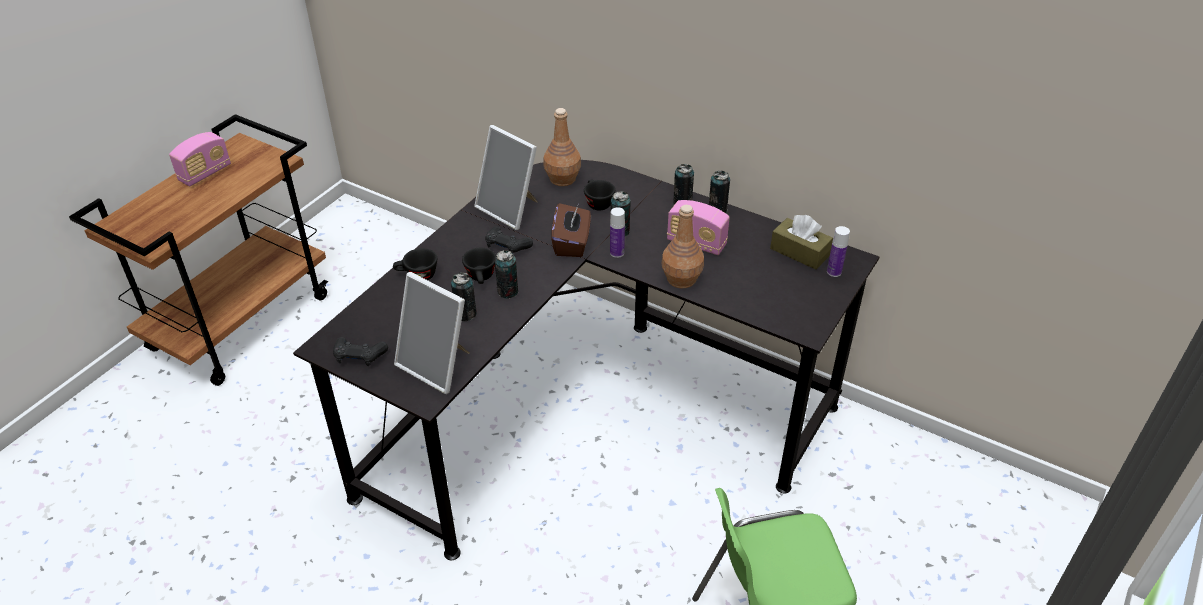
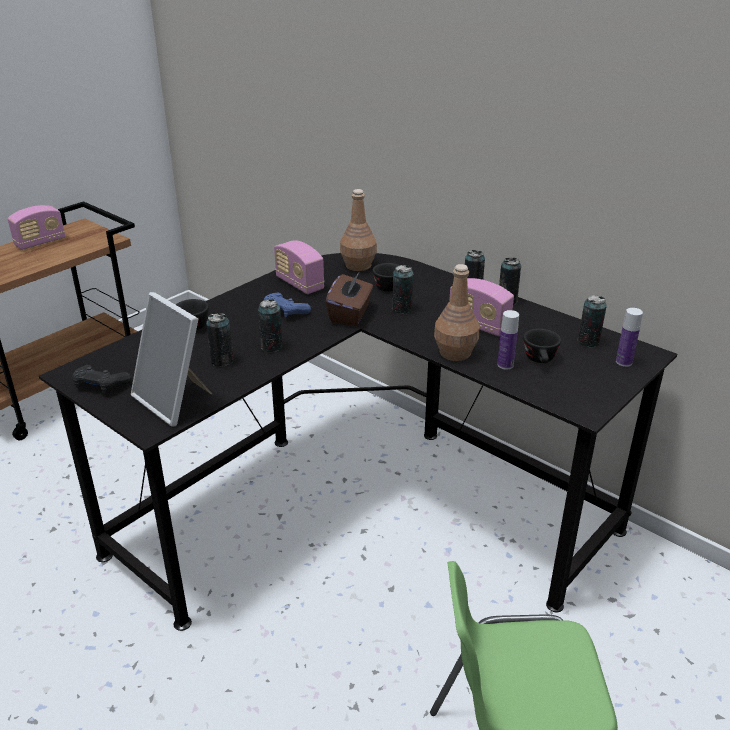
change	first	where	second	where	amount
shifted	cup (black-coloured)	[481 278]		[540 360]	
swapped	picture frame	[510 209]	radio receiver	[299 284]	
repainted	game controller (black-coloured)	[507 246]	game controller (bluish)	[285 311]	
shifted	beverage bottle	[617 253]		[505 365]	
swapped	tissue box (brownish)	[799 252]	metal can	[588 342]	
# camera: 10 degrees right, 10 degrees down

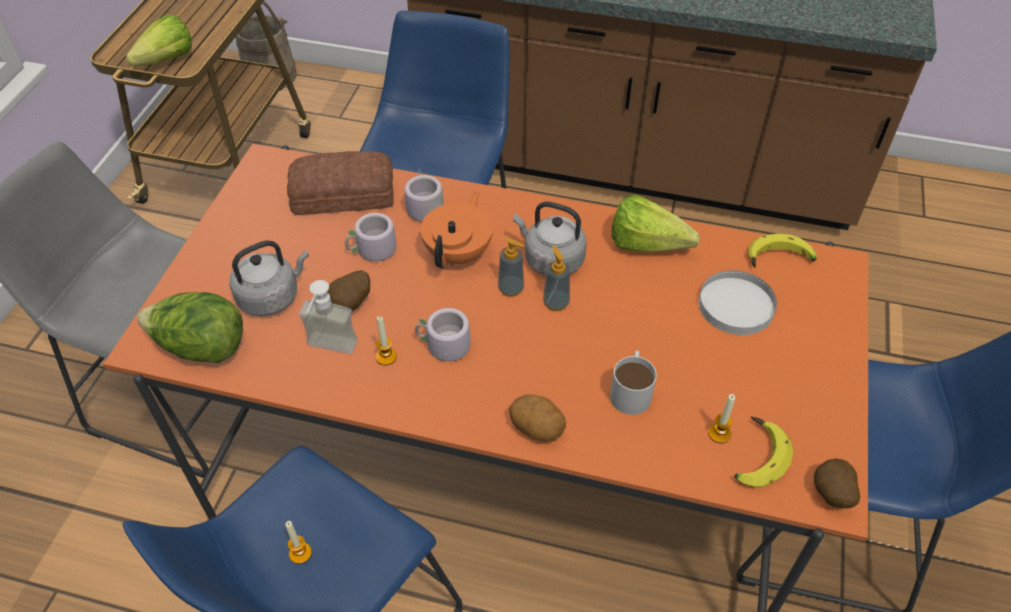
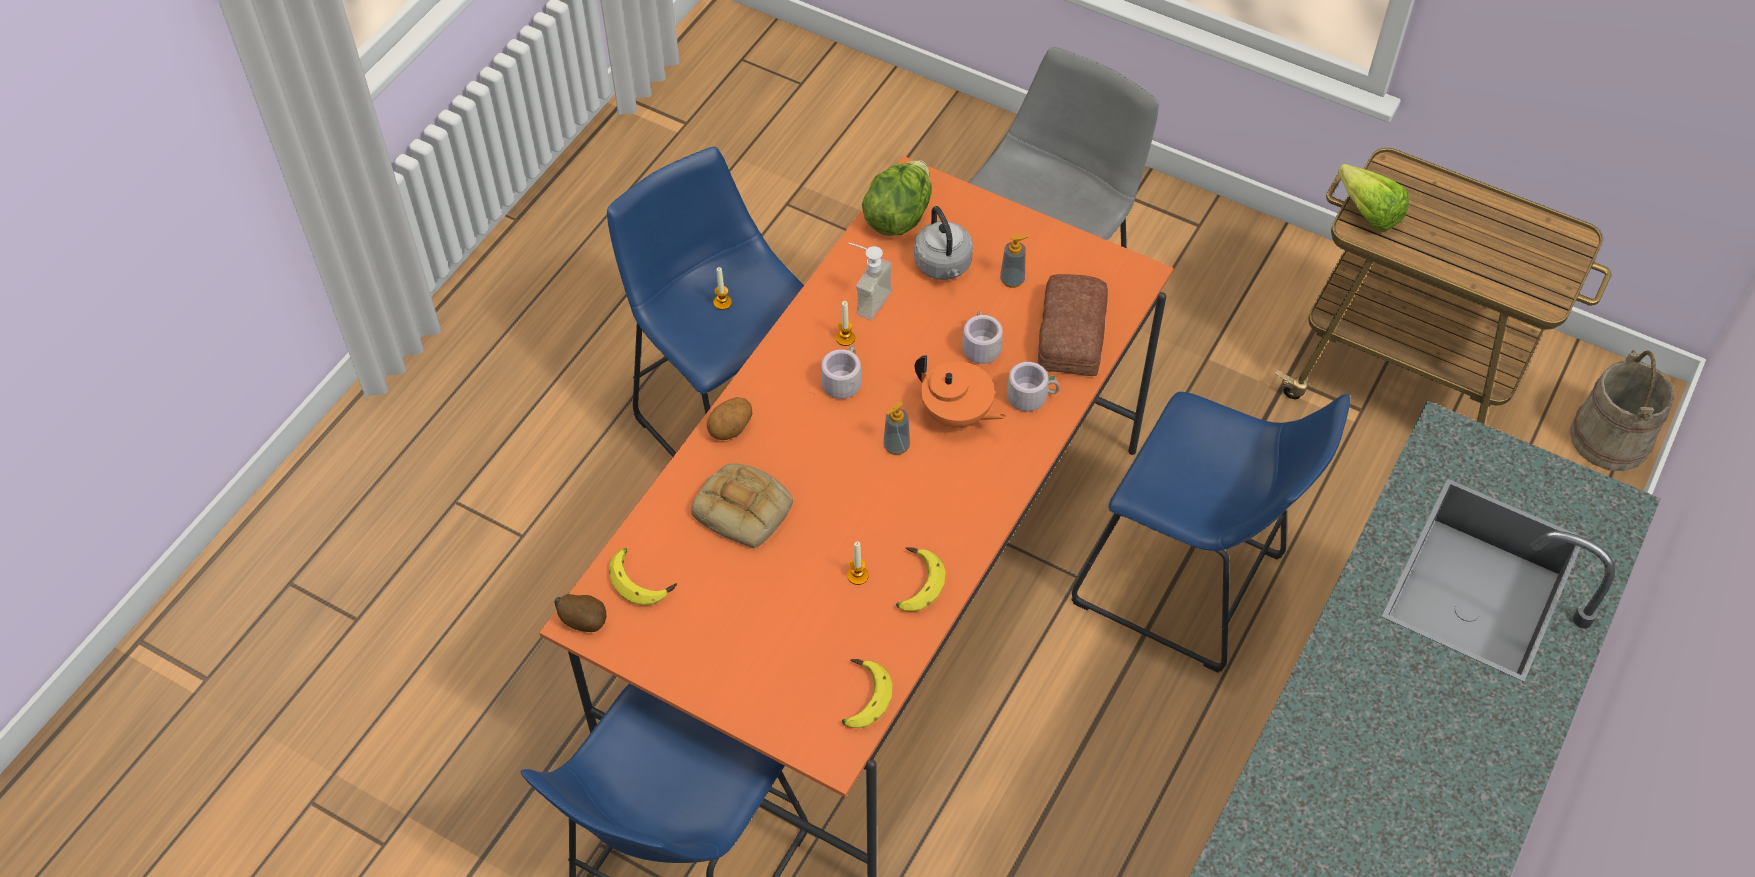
change	first	where	second	where	amount
gone	spud	[352 304]			
gone	water kettle (greyish)	[550 259]			
shifted	soap dispenser	[556 303]		[1012 280]	
swapped	mug (white)	[631 390]	bakery bread	[745 509]	
swapped	lettuce head	[653 248]	whole banana	[914 583]	
gone	flat dish (white)	[736 305]			
shifted	candle	[719 433]		[857 575]	
# camera: 105 degrees right, 5 degrees up

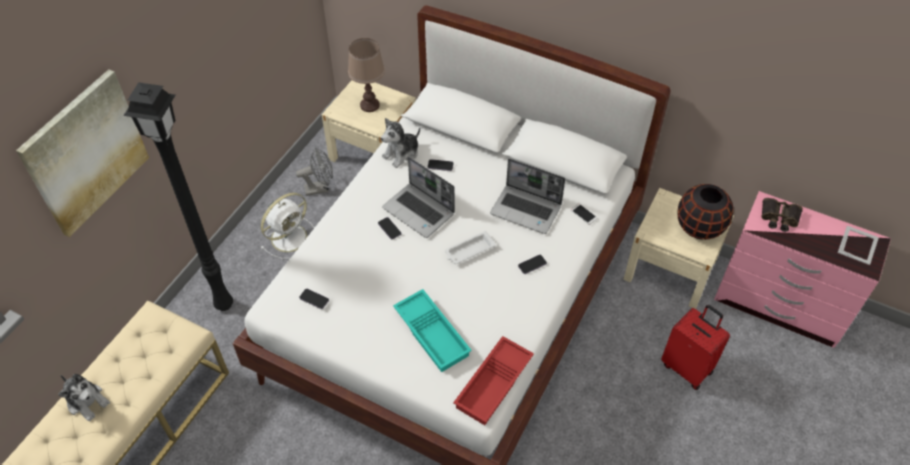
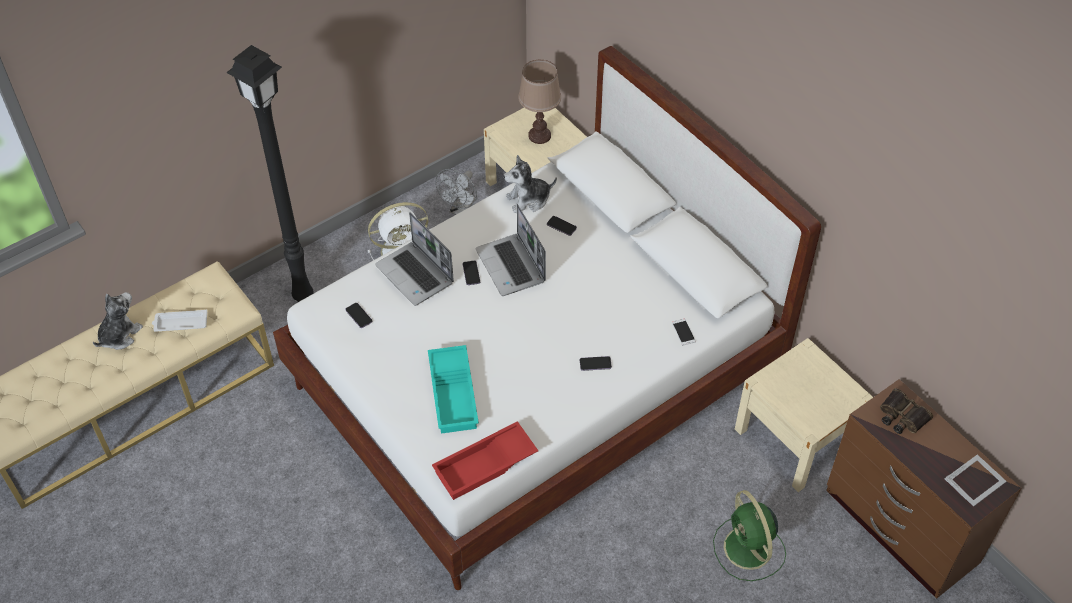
change	first	where	second	where	amount
gone	wall picture	[85 153]			
rotated	plush toy	[87 401]		[119 335]	120 degrees counterclockwise
rotated	cooling fan (greyish)	[320 188]		[460 210]	105 degrees clockwise
shifted	carrying tray (white)	[469 250]		[180 323]	
shifted	laptop	[526 210]		[416 275]	
swapped	piece of luggage (red)	[687 367]	cooling fan (green-coloured)	[748 550]	
gone	vase (black-coloured)	[699 227]			
repainted	chest of drawers (pink-coloured)	[779 306]	chest of drawers (brownish)	[900 528]	
# camera: 25 degrees right, 0 degrees up

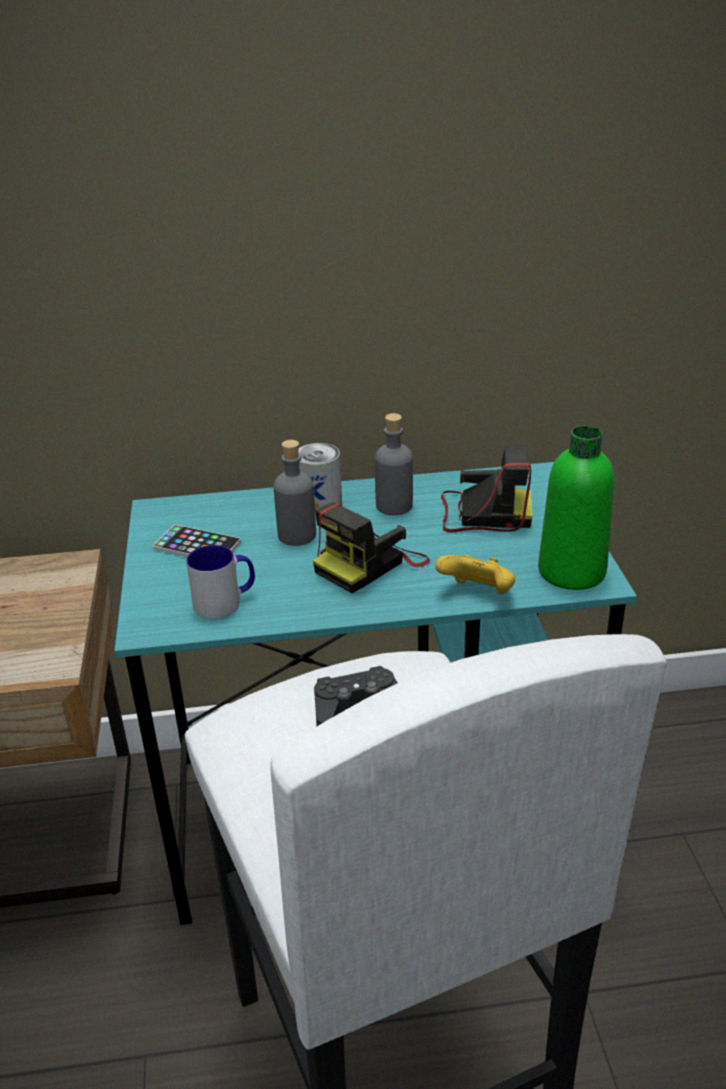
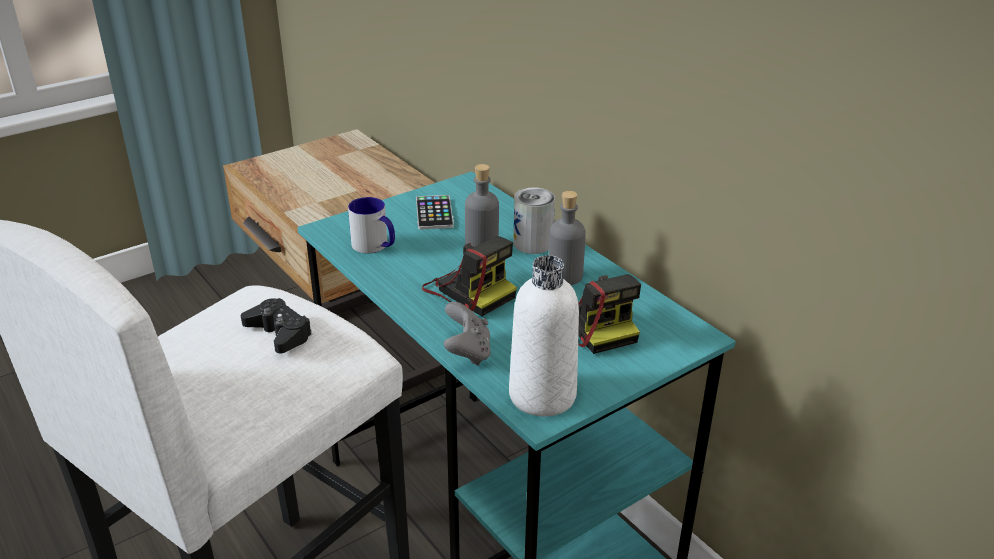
change	first	where	second	where	amount
rotated	photo camera	[370 564]		[469 290]	150 degrees counterclockwise
repainted	game controller (yellow-coloured)	[478 594]	game controller (greyish)	[467 352]	
repainted	beverage bottle (green-coloured)	[571 572]	beverage bottle (white)	[542 395]	
# camera: 60 degrees right, 0 degrees up

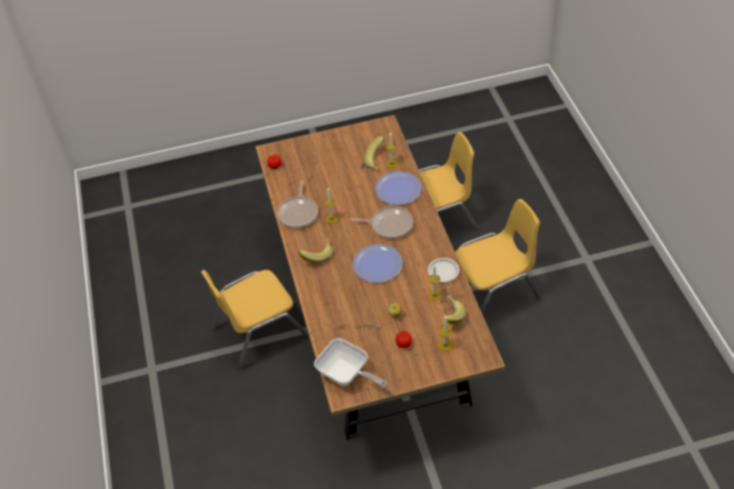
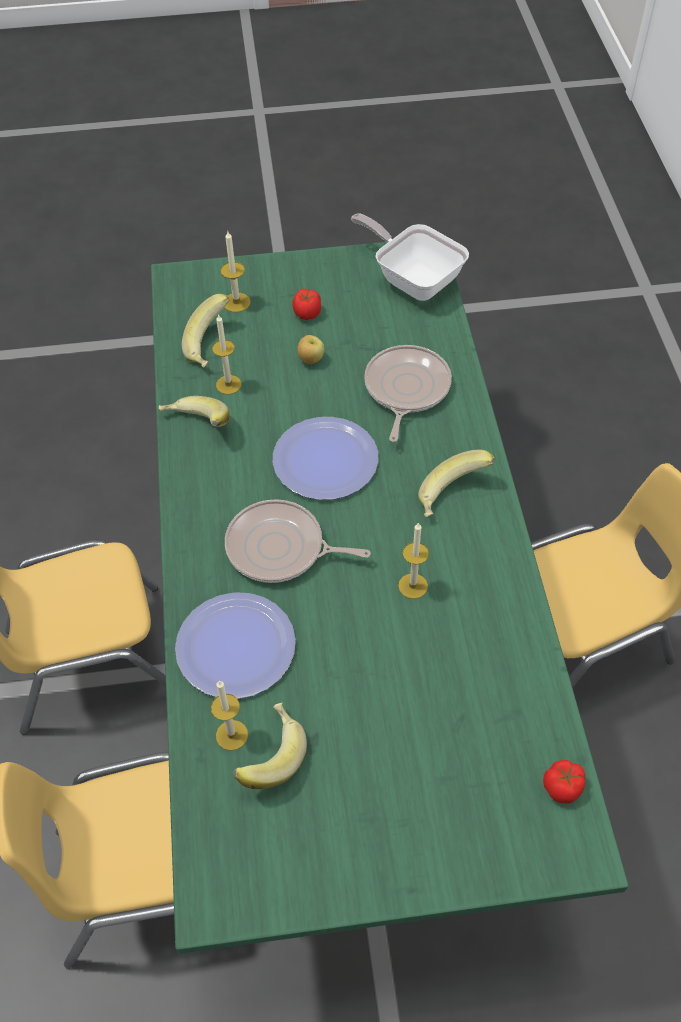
change	first	where	second	where	amount
repainted	kitchen table (brownish)	[372 316]	kitchen table (green-coloured)	[344 641]	
shifted	frying pan	[299 213]		[405 389]	
swapped	flat dish (white)	[443 271]	whole banana	[195 427]	
# camera: 175 degrees left, 5 degrees up

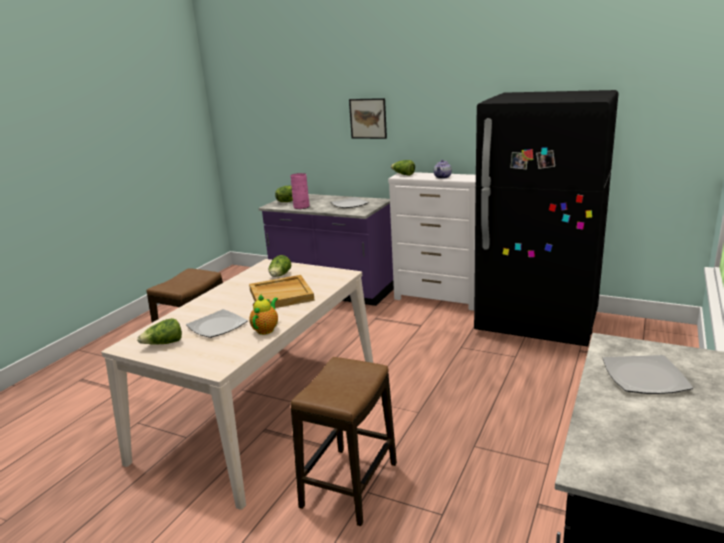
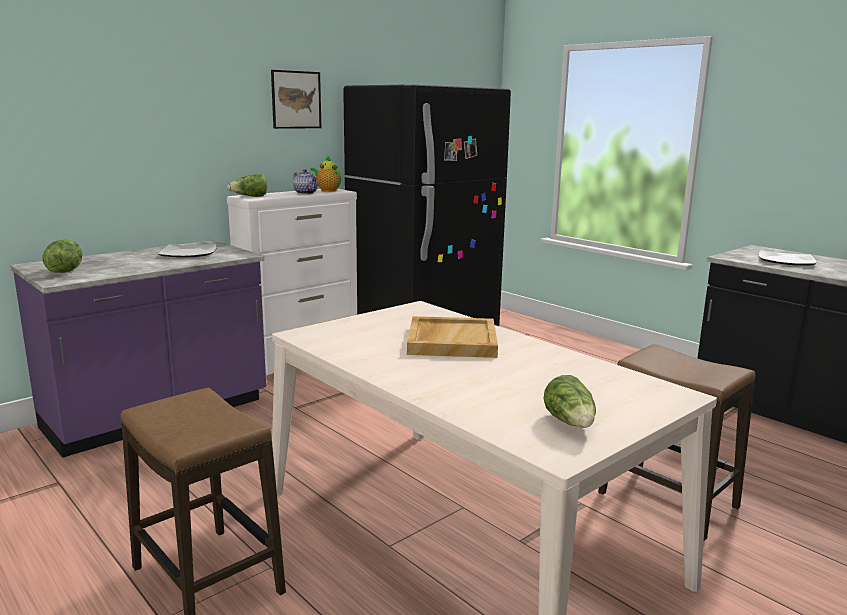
change	first	where	second	where	amount
gone	flat dish	[217 326]			
shifted	tea pot	[266 329]		[327 190]	
gone	lettuce head	[280 276]			
gone	vase (pink-coloured)	[301 207]			
shifted	wall picture	[368 118]		[296 99]	
# camera: 70 degrees left, 5 degrees down

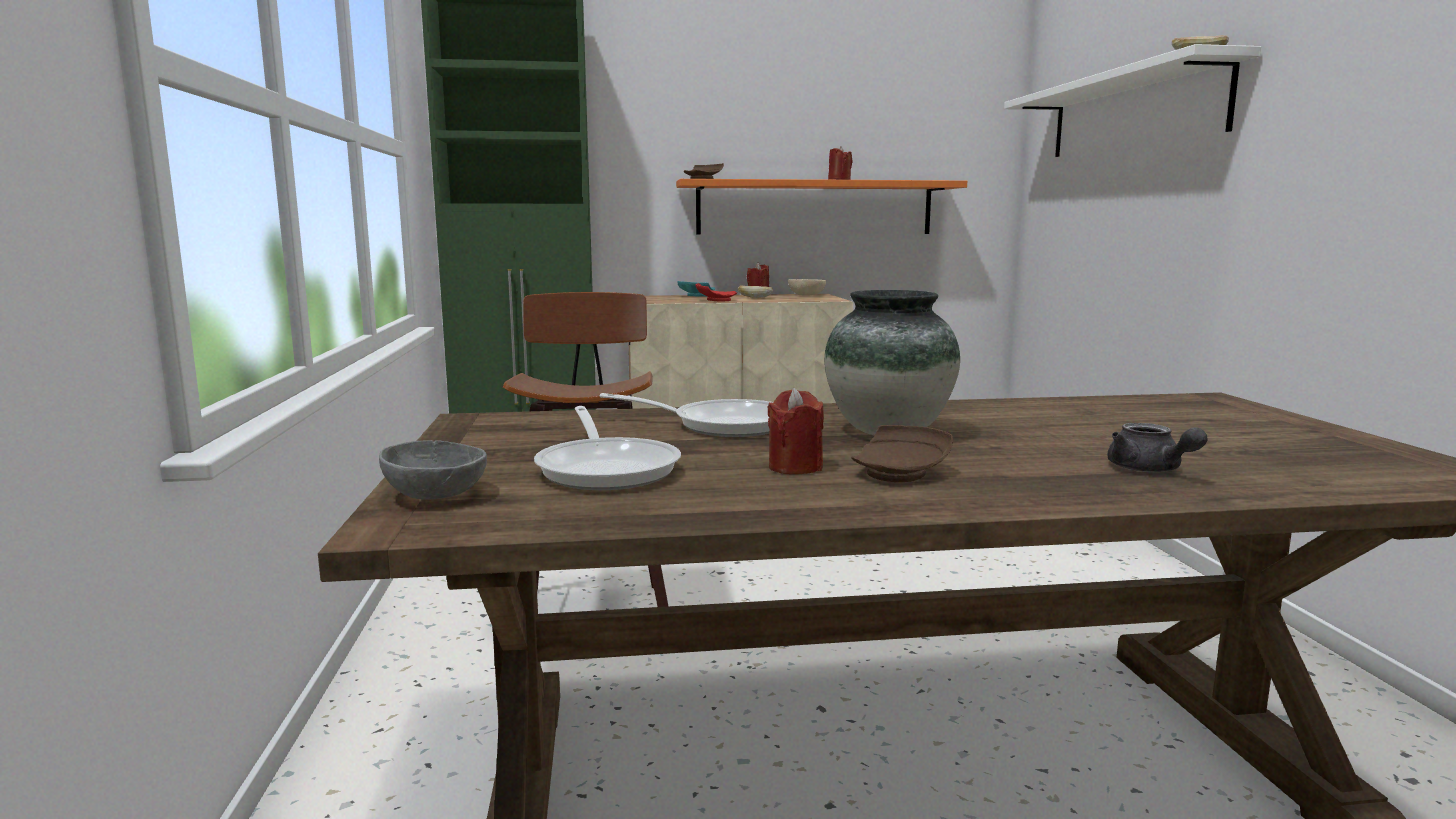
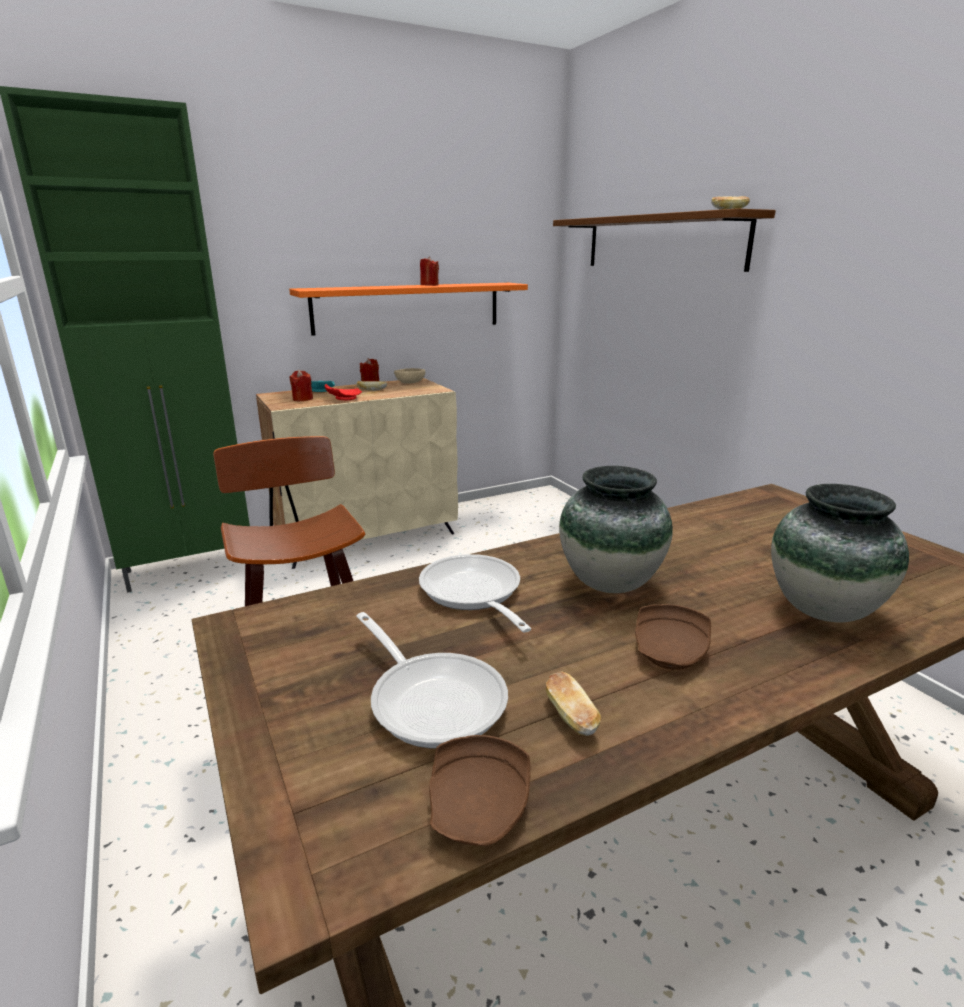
change	first	where	second	where	amount
gone	deep dish (greyish)	[438 495]			
rotated	frying pan	[722 424]		[473 594]	105 degrees counterclockwise
shifted	flat dish (brownish)	[703 179]		[479 808]	
shifted	candle (red)	[795 467]		[302 399]	
repainted	bracket shelf (white)	[1133 113]	bracket shelf (brownish)	[661 242]	
swapped	tea pot (greyish)	[1149 470]	vase	[824 610]	
new			bakery bread	[571 717]	
# camera: 20 degrees left, 10 degrees up

